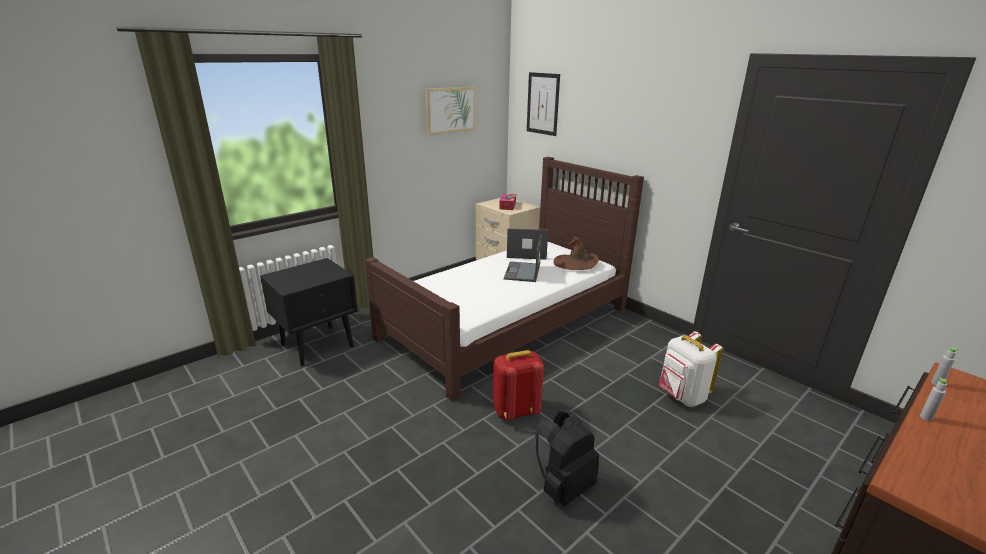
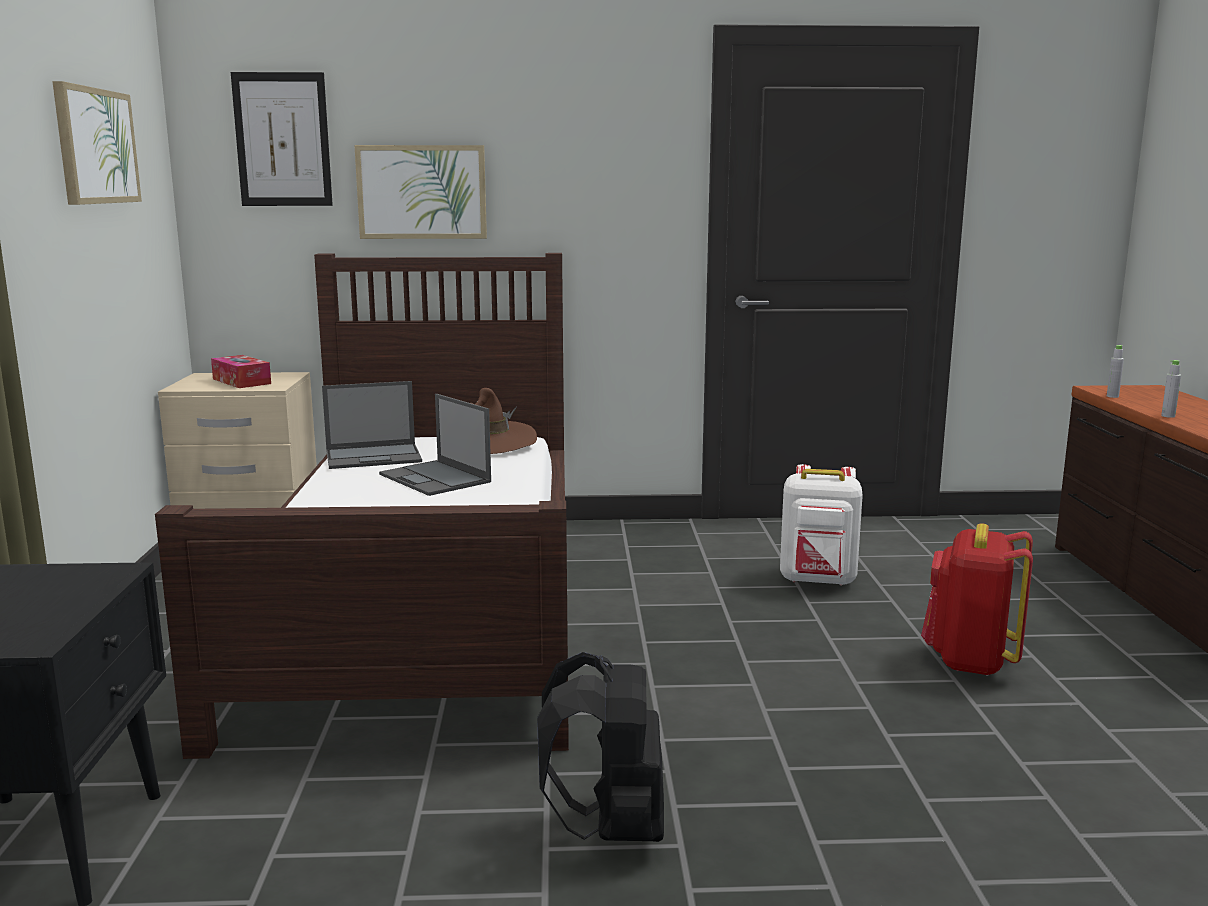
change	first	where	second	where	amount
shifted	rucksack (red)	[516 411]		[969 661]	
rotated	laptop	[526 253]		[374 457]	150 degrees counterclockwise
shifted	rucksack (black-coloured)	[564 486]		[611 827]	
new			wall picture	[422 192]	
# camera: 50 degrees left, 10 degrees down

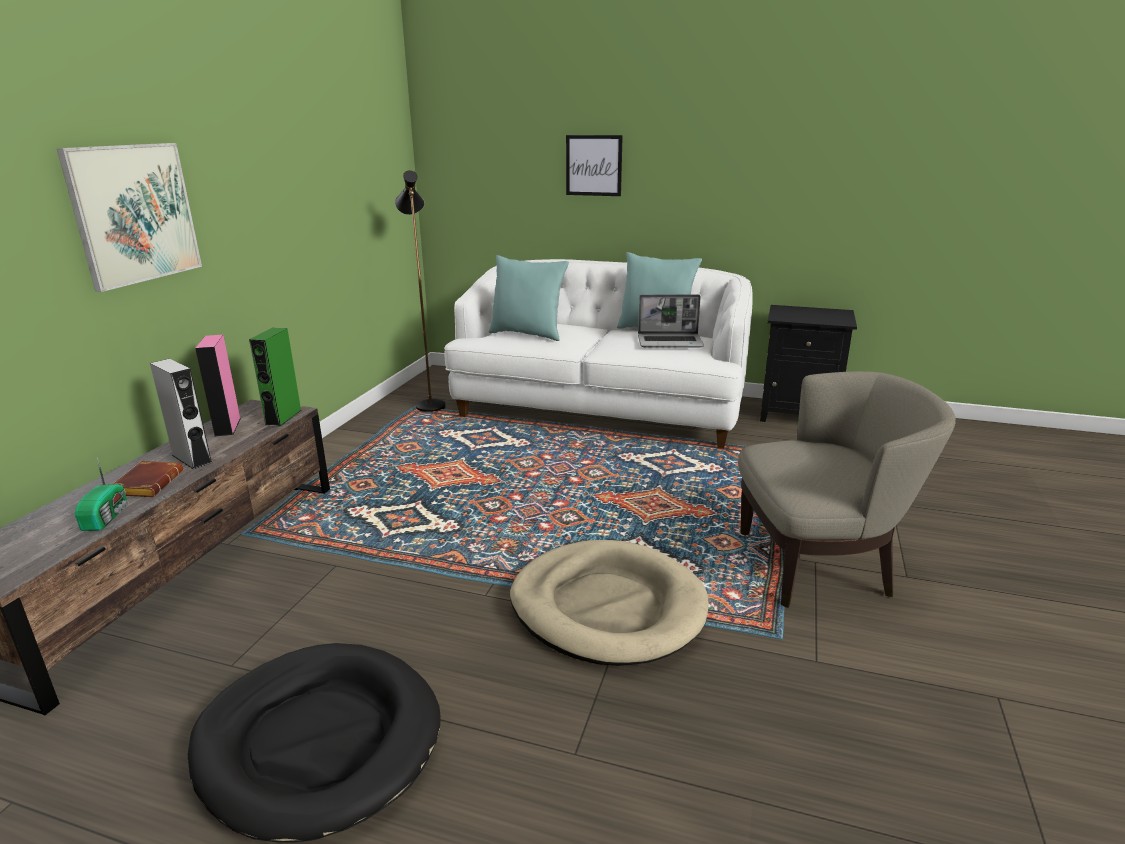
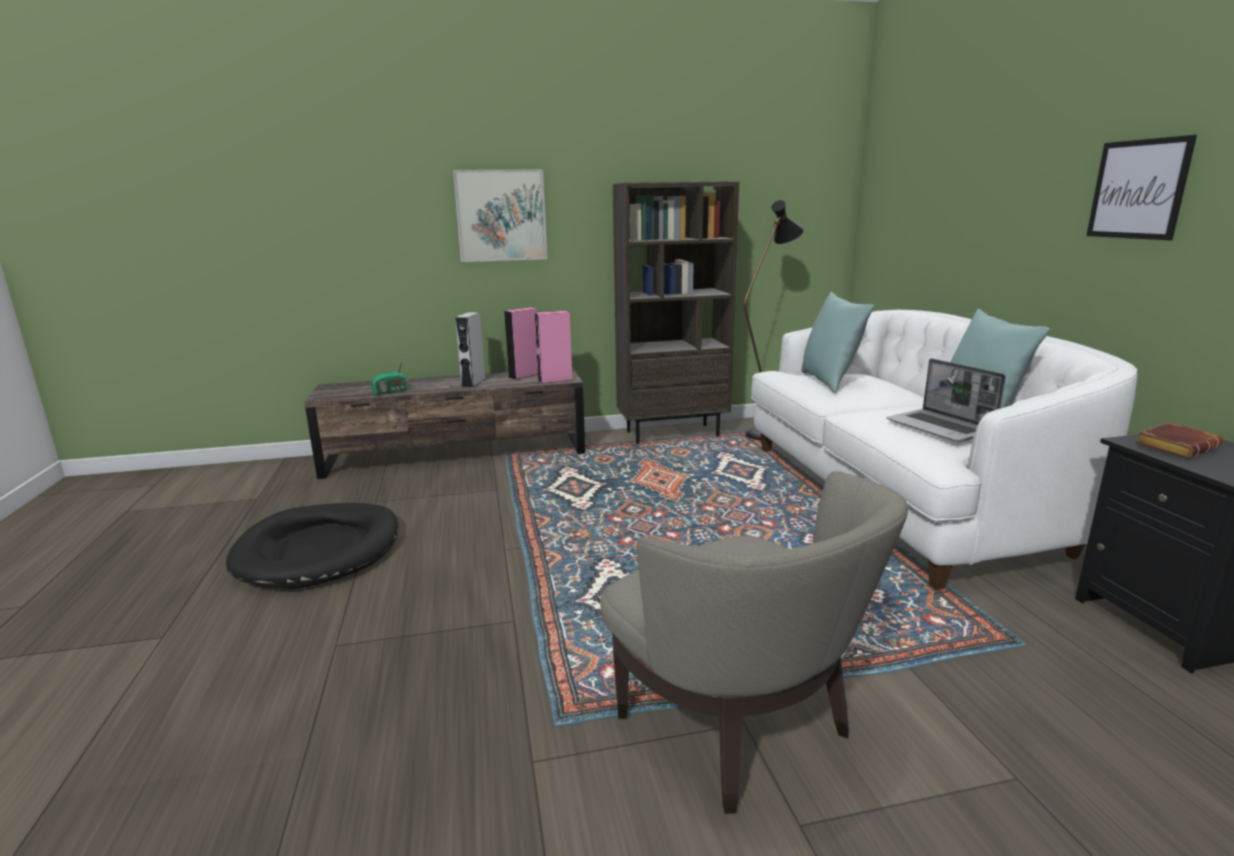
change	first	where	second	where	amount
shifted	volume (brownish)	[148 484]		[1175 446]	
repainted	loudspeaker (green-coloured)	[283 417]	loudspeaker (pink-coloured)	[555 380]	
gone	dog cushion (beige)	[607 607]			
shifted	wall picture	[593 165]		[1138 189]	
new			bookcase (brownish)	[672 434]	
# camera: 60 degrees right, 5 degrees down

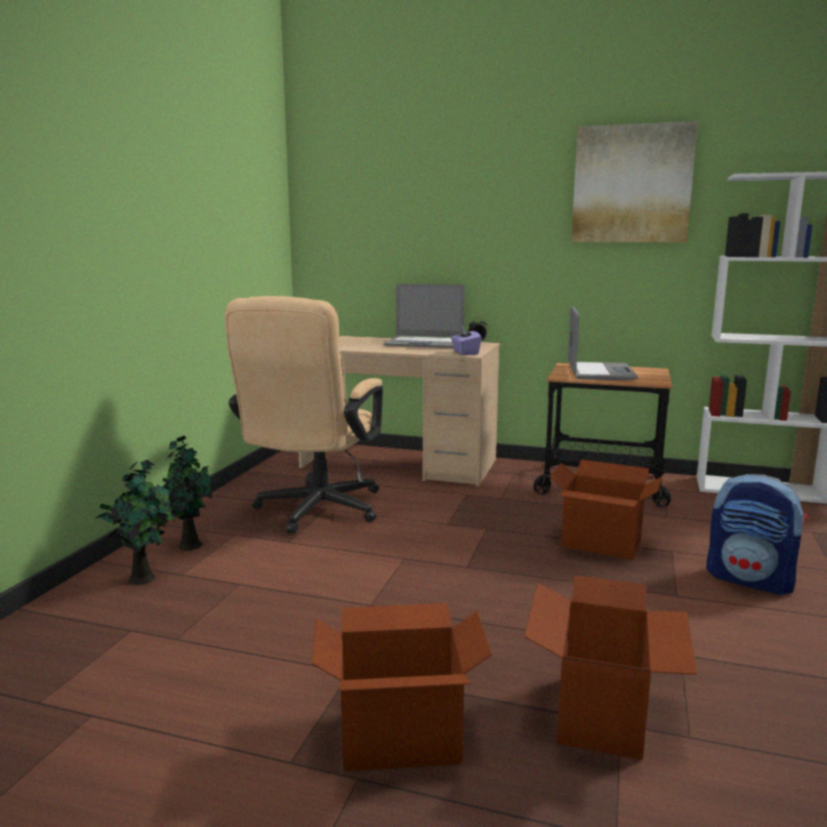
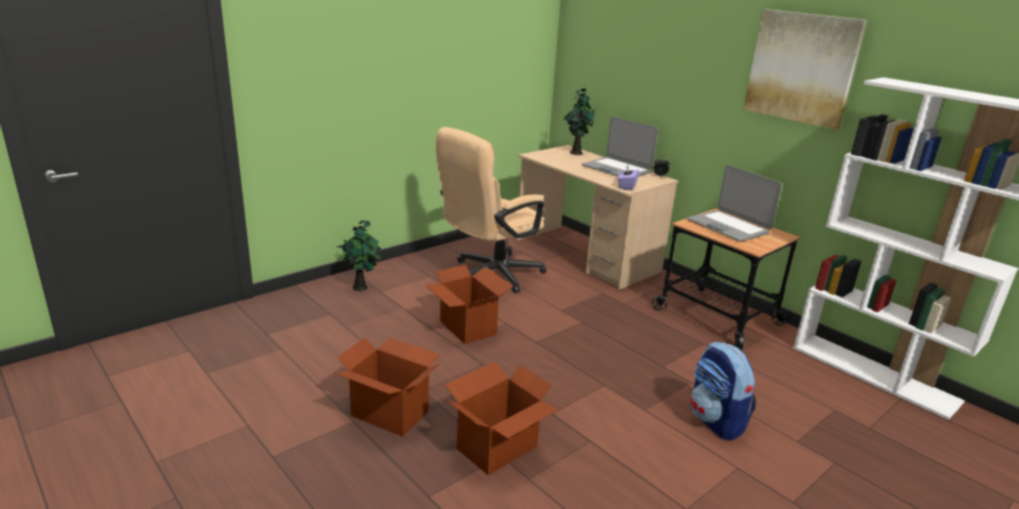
change	first	where	second	where	amount
shifted	plant in a pot	[189 544]		[575 152]	
shifted	packing box	[601 543]		[467 328]	
rotated	laptop	[599 372]		[728 227]	105 degrees clockwise
# camera: 30 degrees right, 10 degrees up

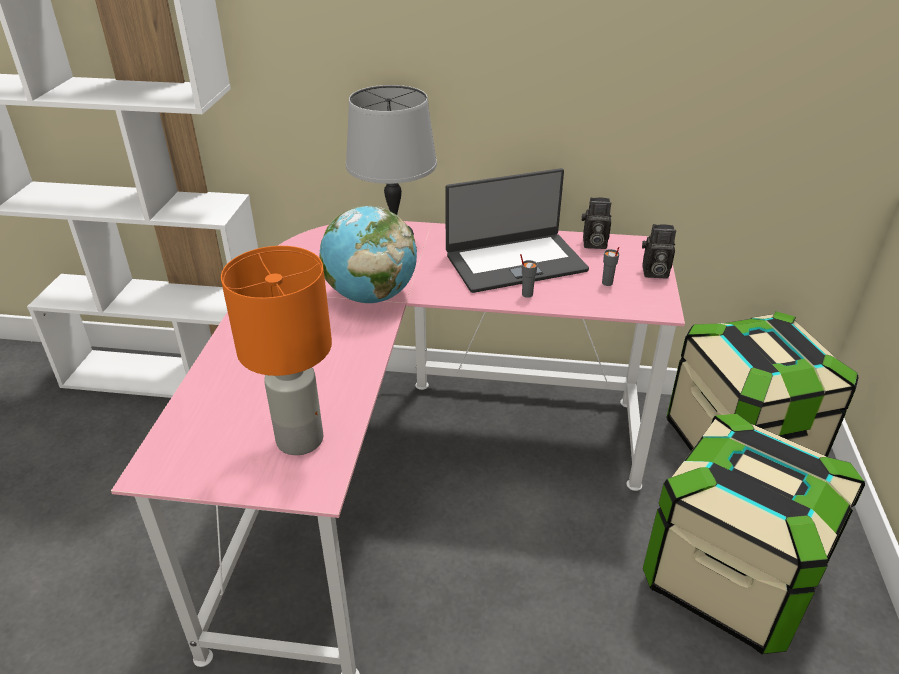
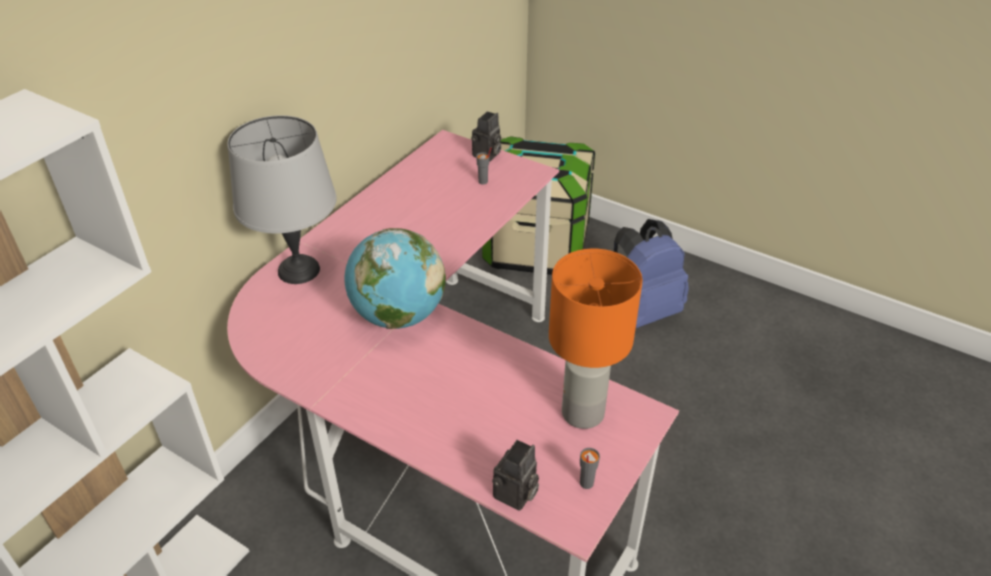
change	first	where	second	where	amount
gone	laptop	[515 262]			
shifted	cup (greyish)	[527 294]		[586 483]	
shifted	photo camera	[593 244]		[515 496]	
swapped	storage container	[730 578]	rucksack (bluish)	[642 311]	
# camera: 65 degrees left, 5 degrees up

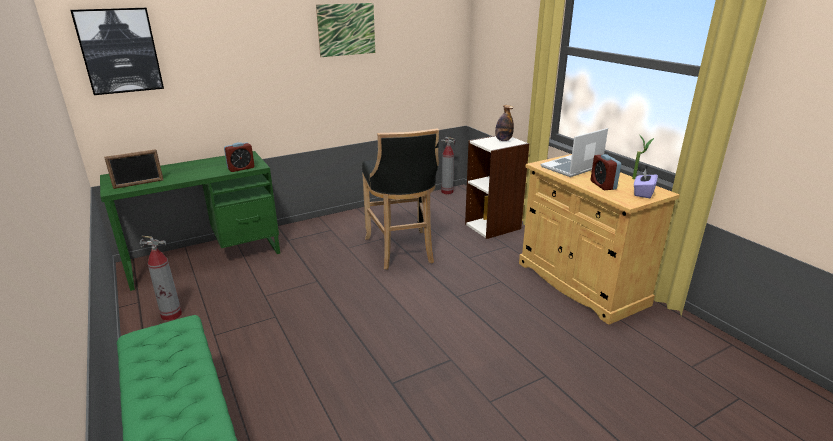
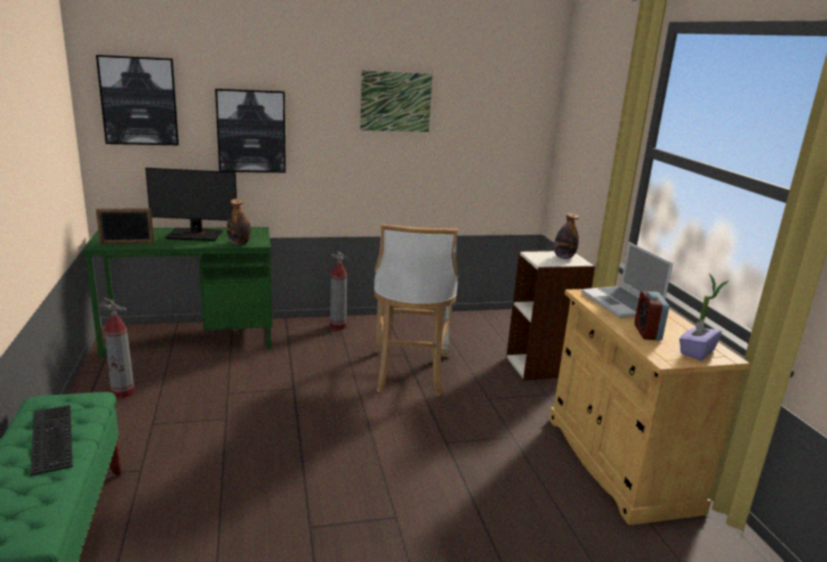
change	first	where	second	where	amount
swapped	alarm clock	[241 168]	beverage bottle	[239 243]	
repainted	sitting stool (black-coloured)	[402 251]	sitting stool (white)	[410 374]	
shifted	fire extinguisher	[447 192]		[338 326]	
rotated	laptop	[571 167]		[622 304]	90 degrees counterclockwise
new			keyboard	[49 438]	
new			computer screen	[195 235]	
new			wall picture	[251 131]	
# camera: 15 degrees right, 5 degrees down

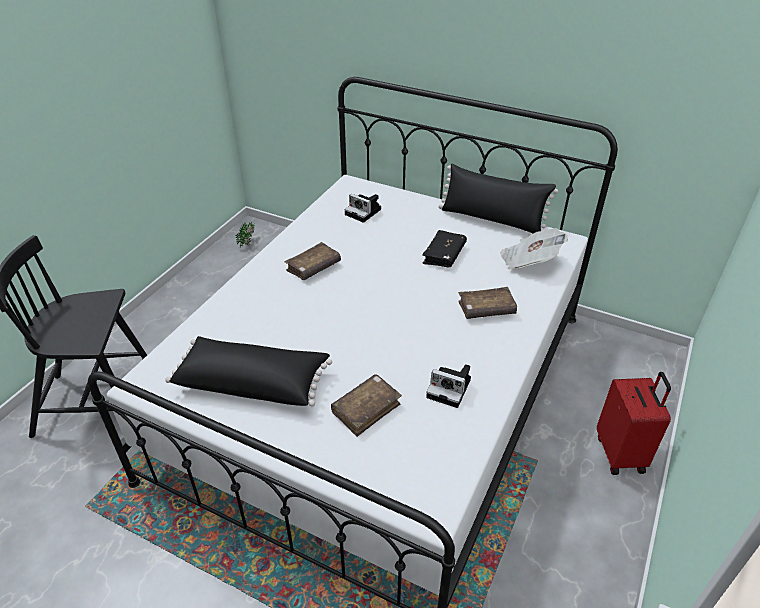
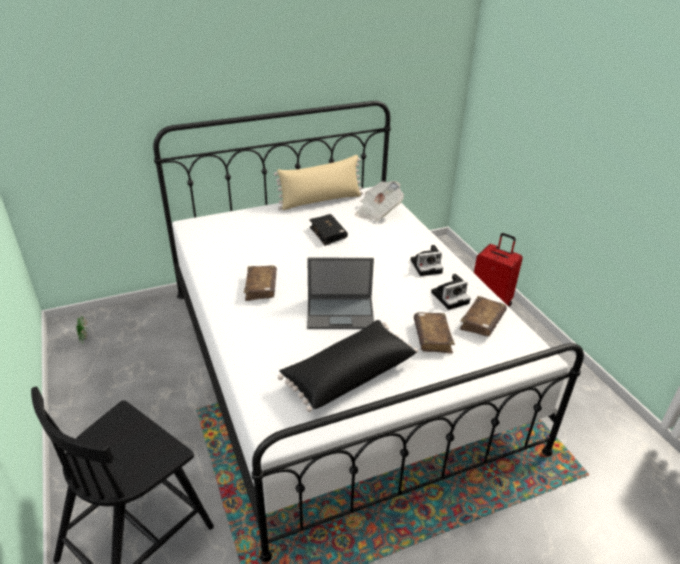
change	first	where	second	where	amount
shifted	photo camera	[364 212]		[427 266]	
repainted	pillow (black-coloured)	[492 219]	pillow (beige)	[320 200]	
shifted	volume (brownish)	[486 309]		[482 322]	
new			laptop	[341 313]	
# camera: 50 degrees left, 5 degrees down

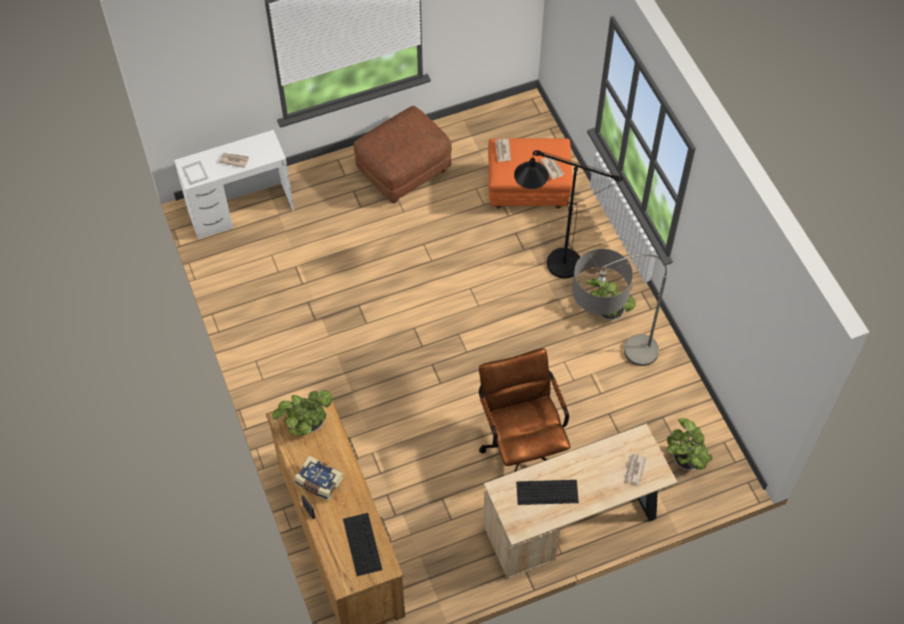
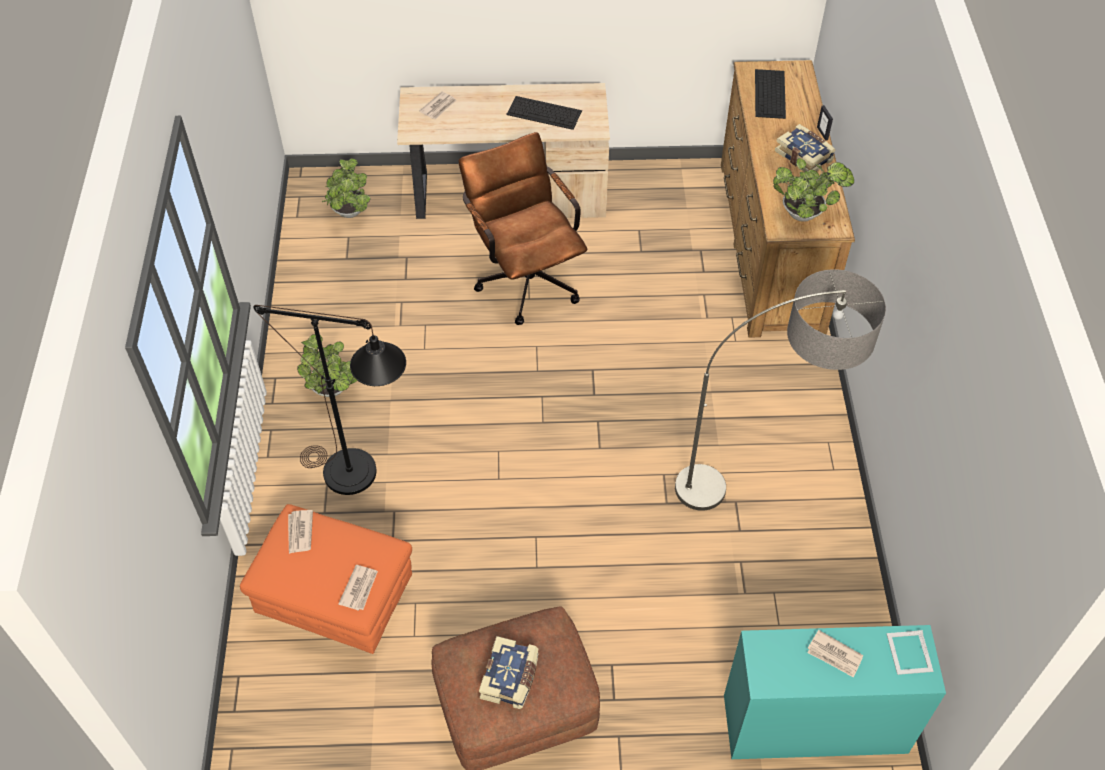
change	first	where	second	where	amount
repainted	desk table (white)	[241 210]	desk table (blue-green)	[814 725]	
rotated	office chair (brownish)	[521 444]		[525 277]	150 degrees clockwise
shifted	standing lamp	[604 367]		[760 482]	
new			volume	[510 678]	
# camera: 160 degrees left, 5 degrees down

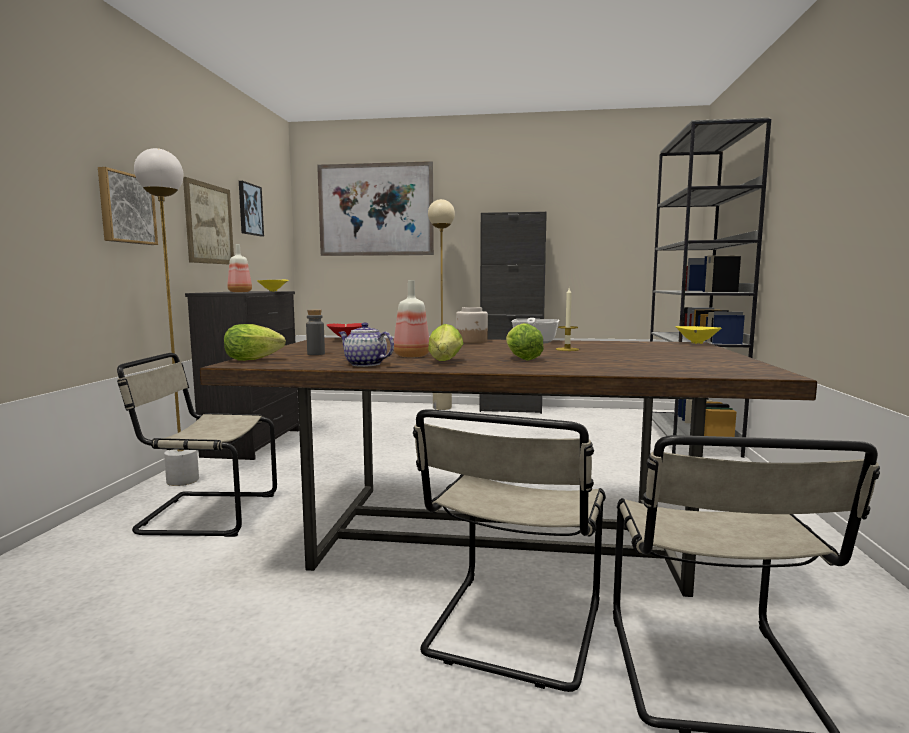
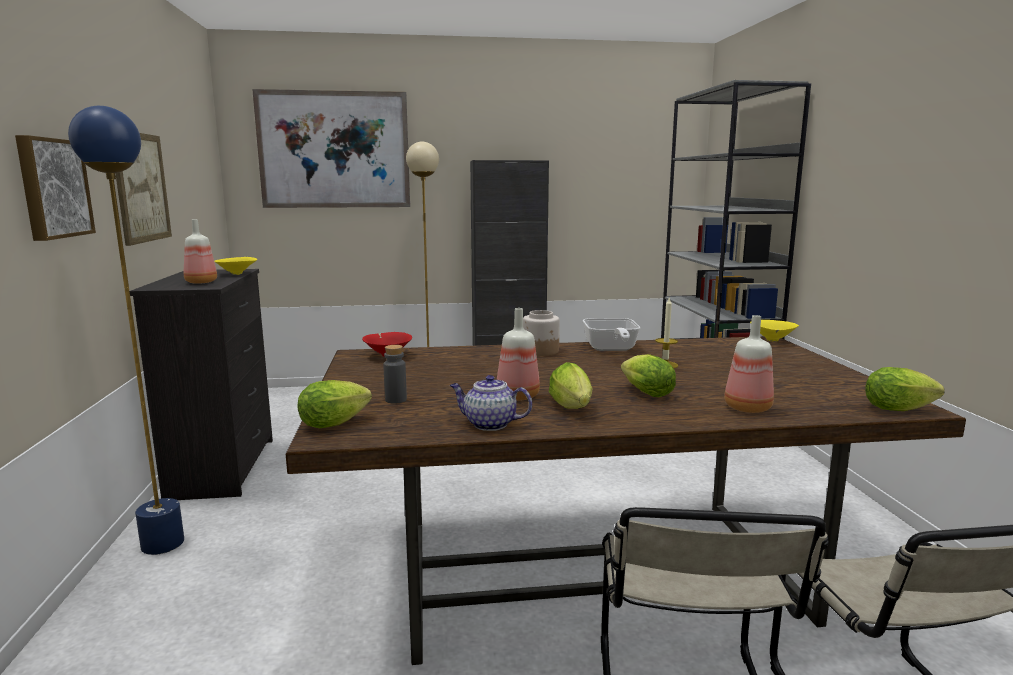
change	first	where	second	where	amount
gone	plain chair (beige)	[204 514]			
repainted	standing lamp (white)	[183 481]	standing lamp (bluish)	[163 544]	
gone	wall picture	[249 209]			
new			beverage bottle	[746 408]	
new			lettuce head	[902 409]	
# camera: 15 degrees left, 5 degrees up

